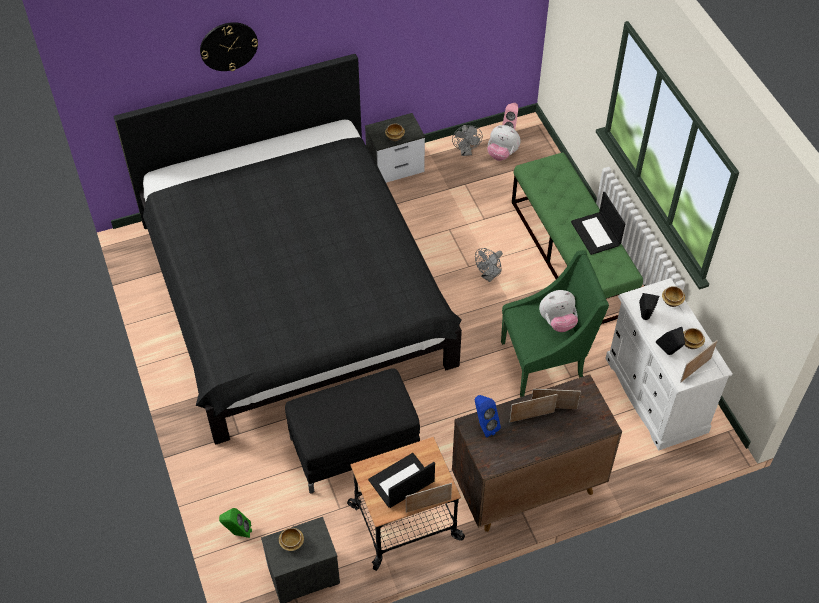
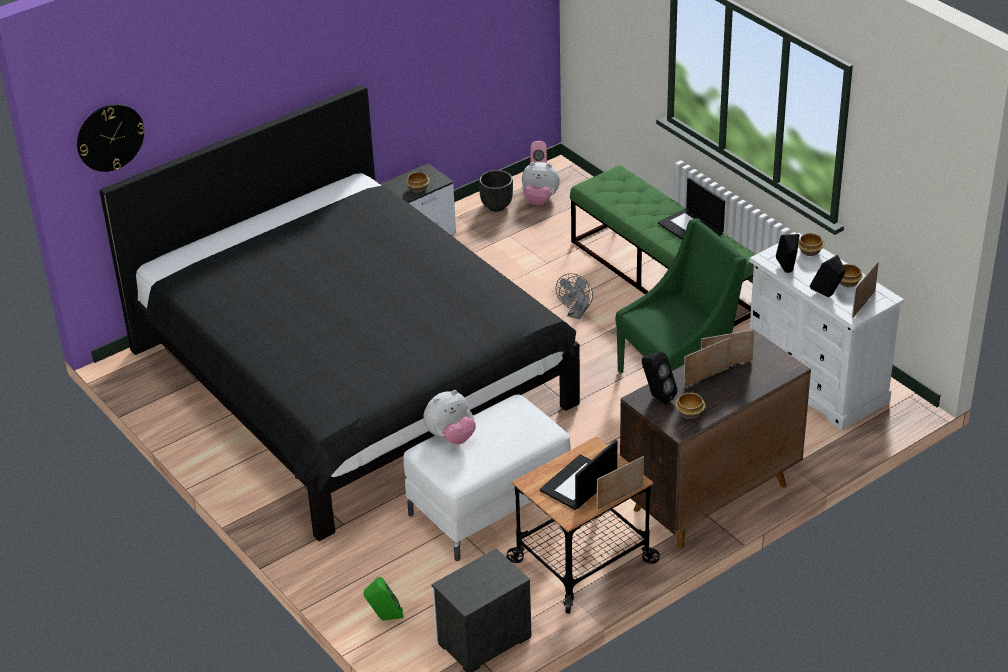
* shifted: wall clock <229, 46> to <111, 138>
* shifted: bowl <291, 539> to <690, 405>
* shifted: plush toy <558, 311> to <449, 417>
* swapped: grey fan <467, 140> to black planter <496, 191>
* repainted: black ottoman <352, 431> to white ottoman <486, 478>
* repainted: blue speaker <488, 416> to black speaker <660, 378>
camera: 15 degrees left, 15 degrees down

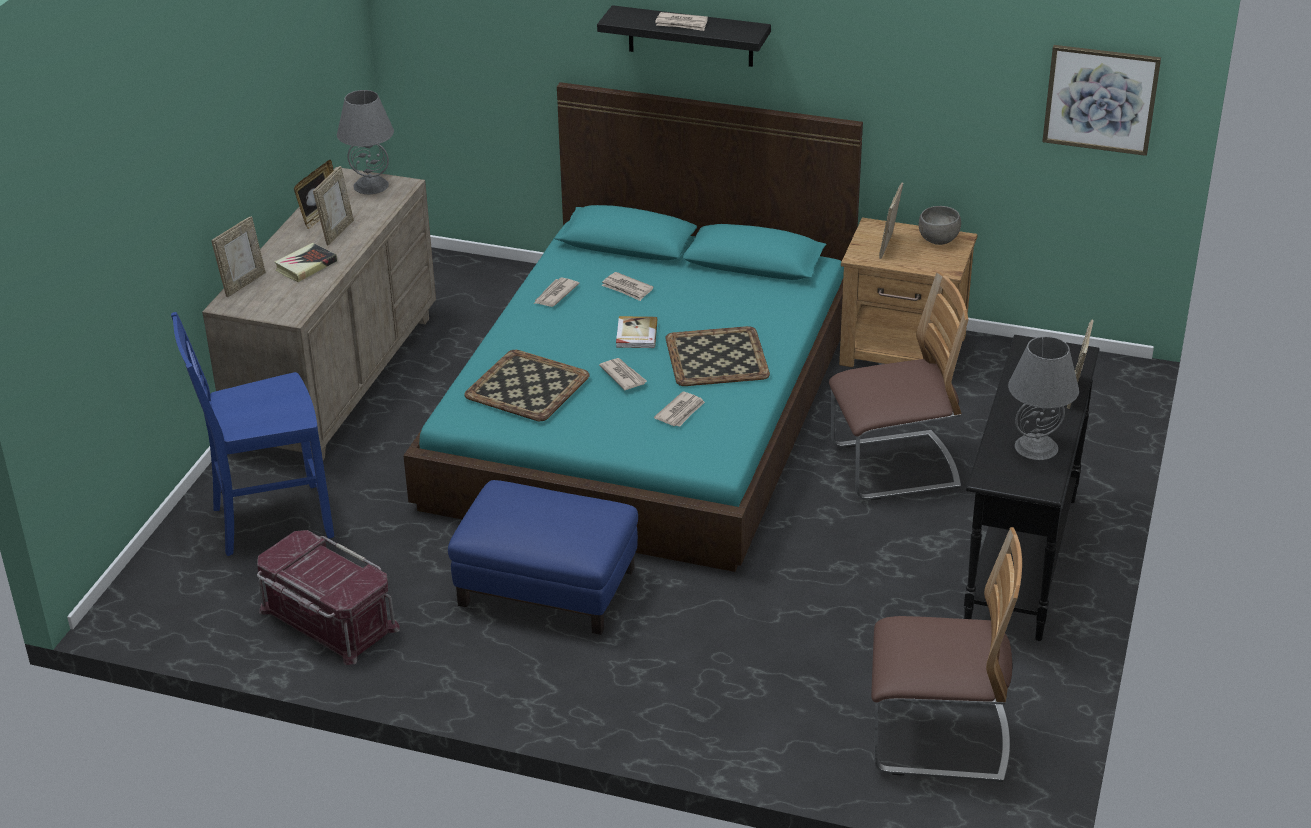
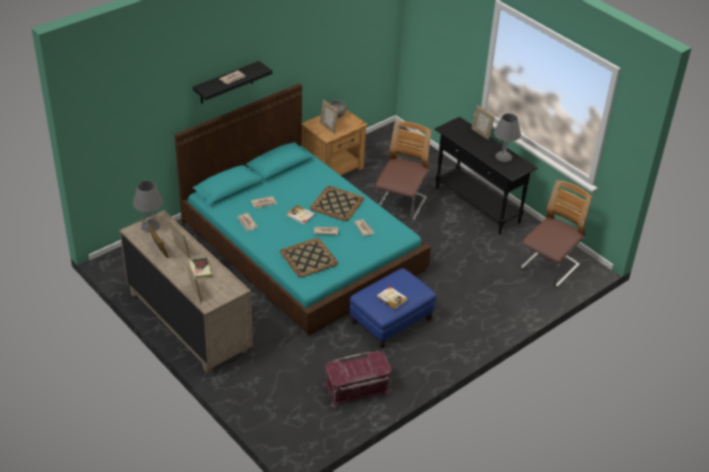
* gone: blue chair <252, 434>
* gone: picture <1101, 100>
* new: book <392, 298>
camera: 60 degrees left, 5 degrees up

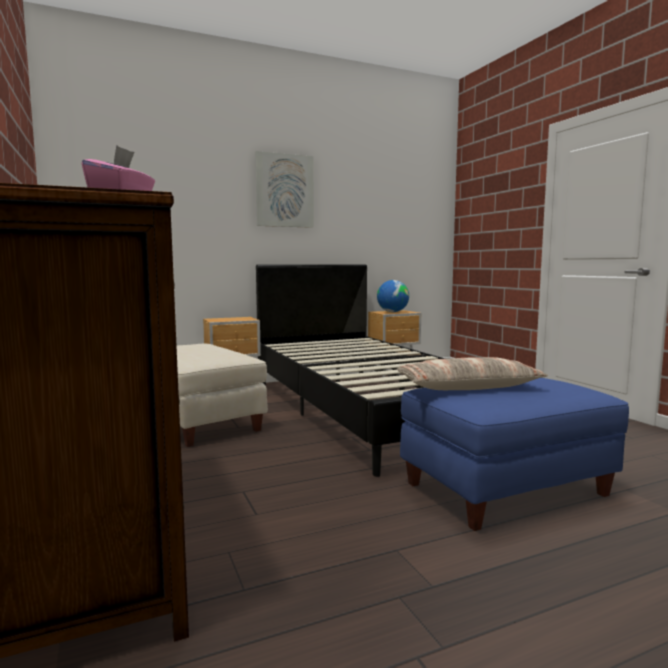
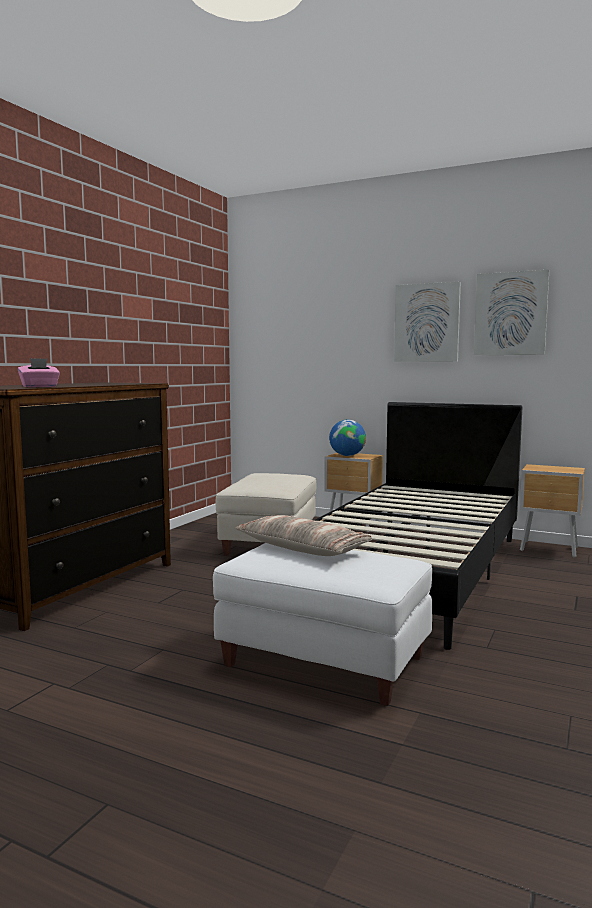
* new: picture <511, 312>
* shifted: globe <393, 296> to <347, 438>
* repainted: blue ottoman <514, 454> to white ottoman <322, 624>
camera: 50 degrees right, 0 degrees up

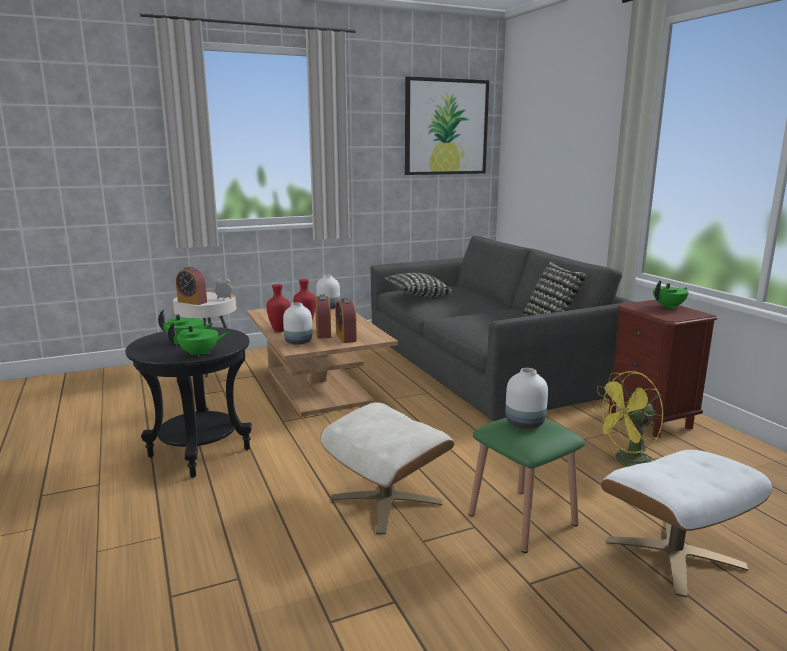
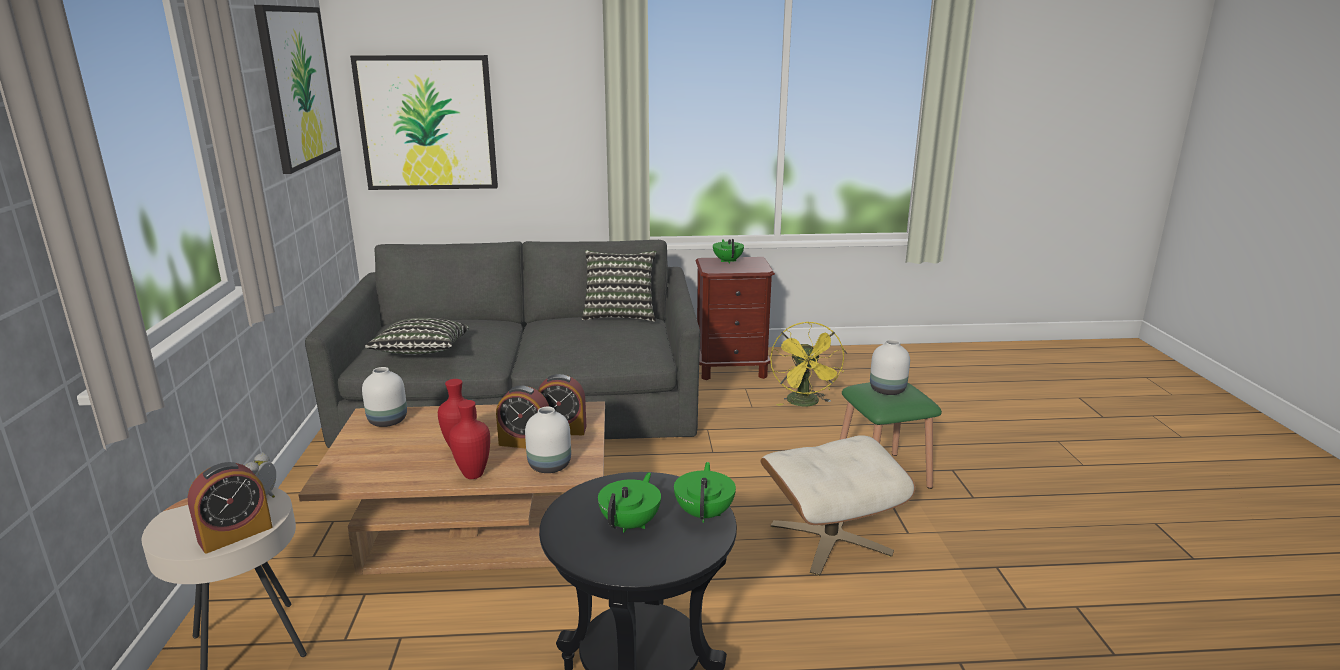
* gone: white ottoman <686, 524>
* new: picture <424, 122>
camera: 70 degrees left, 5 degrees up

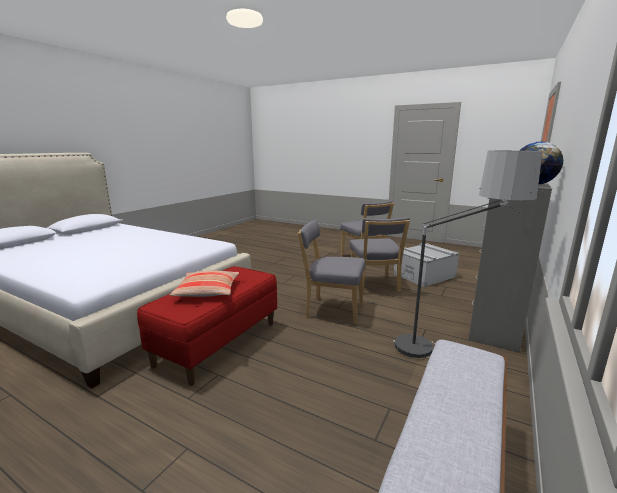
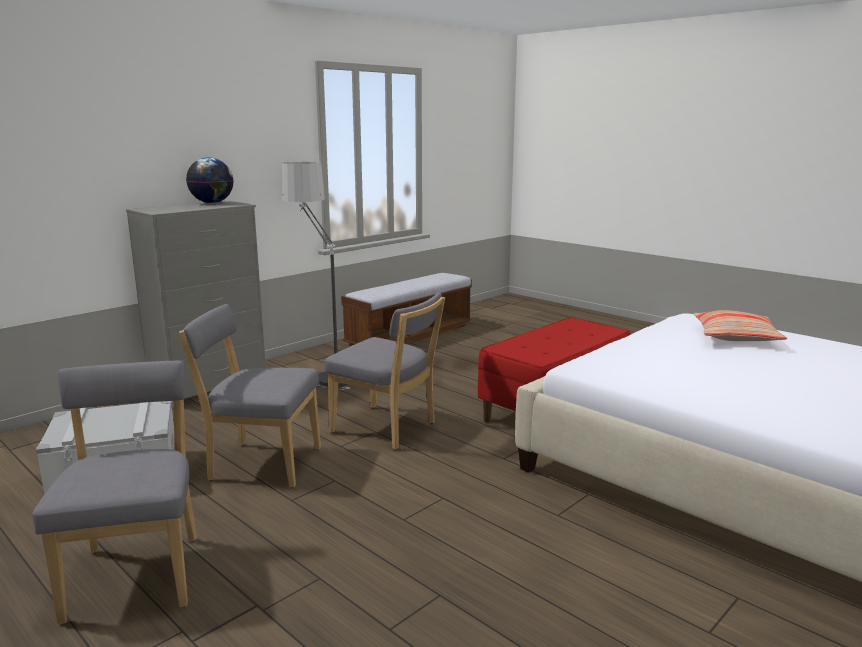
* shifted: pillow <204, 284> to <740, 325>
* rotated: grey chair <380, 255> = <250, 396> 90 degrees counterclockwise
camera: 165 degrees left, 0 degrees up

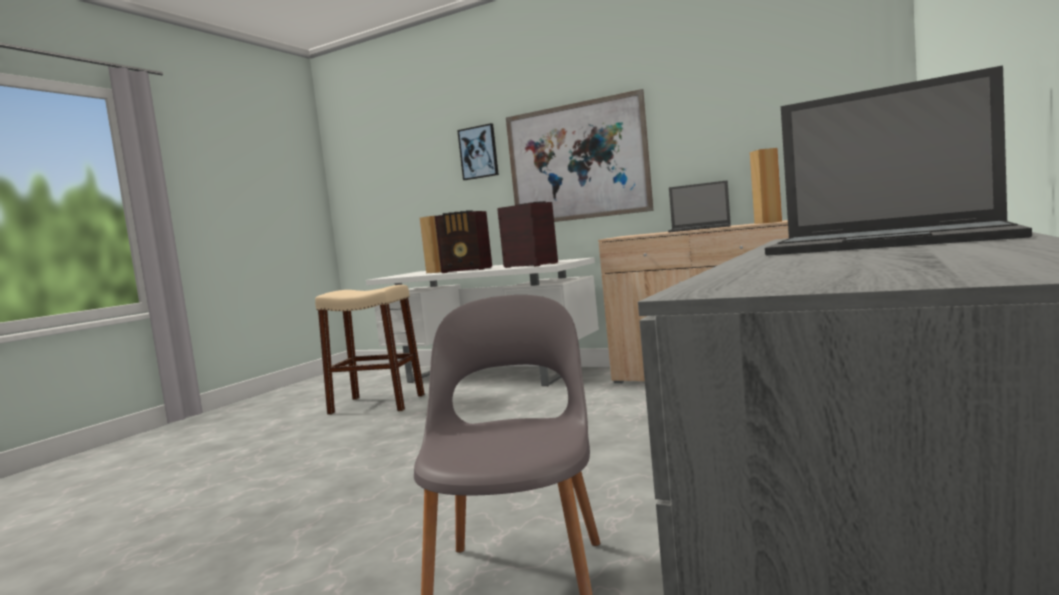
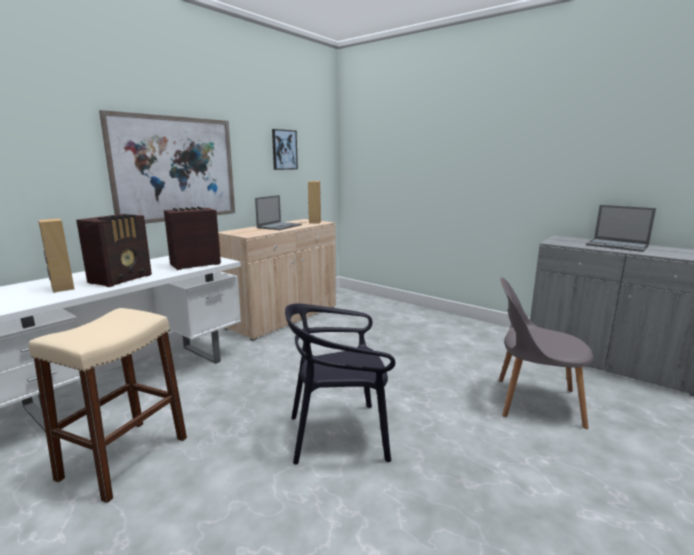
* new: black chair <340, 384>
* shifted: picture <478, 151> to <285, 149>
* rotated: laptop <898, 160> = <621, 228> 90 degrees clockwise
camera: 80 degrees left, 10 degrees up

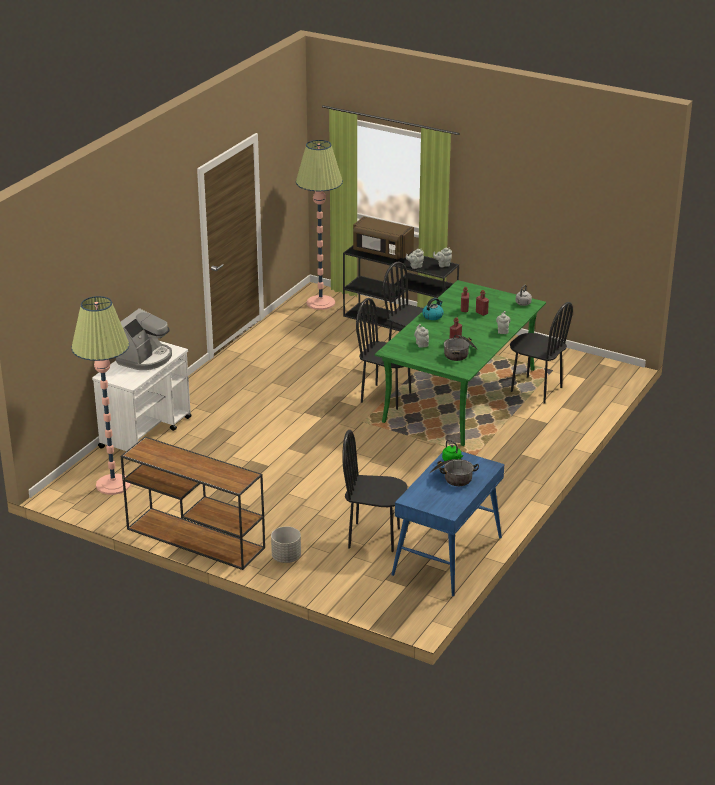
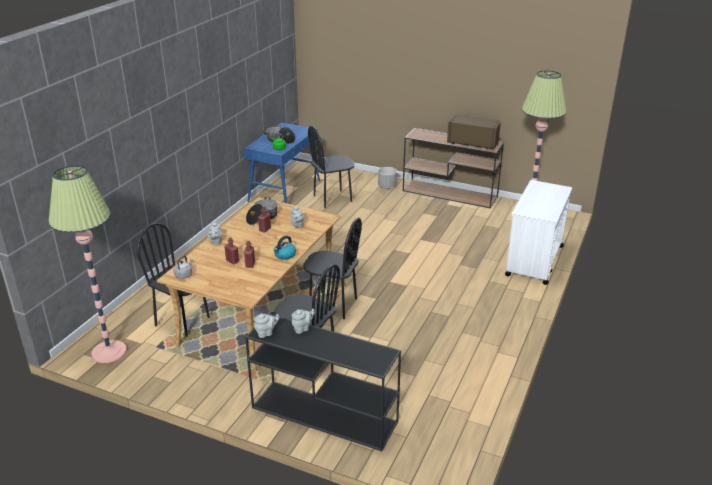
* gone: coffee machine <144, 339>
* shifted: floor lamp <319, 225> to <87, 264>
* shifted: brown microwave <383, 238> to <474, 132>
* repainted: green dining table <460, 363> to beige dining table <249, 284>
* rotated: black chair <375, 491> = <331, 167> 150 degrees clockwise
camera: 175 degrees right, 0 degrees up

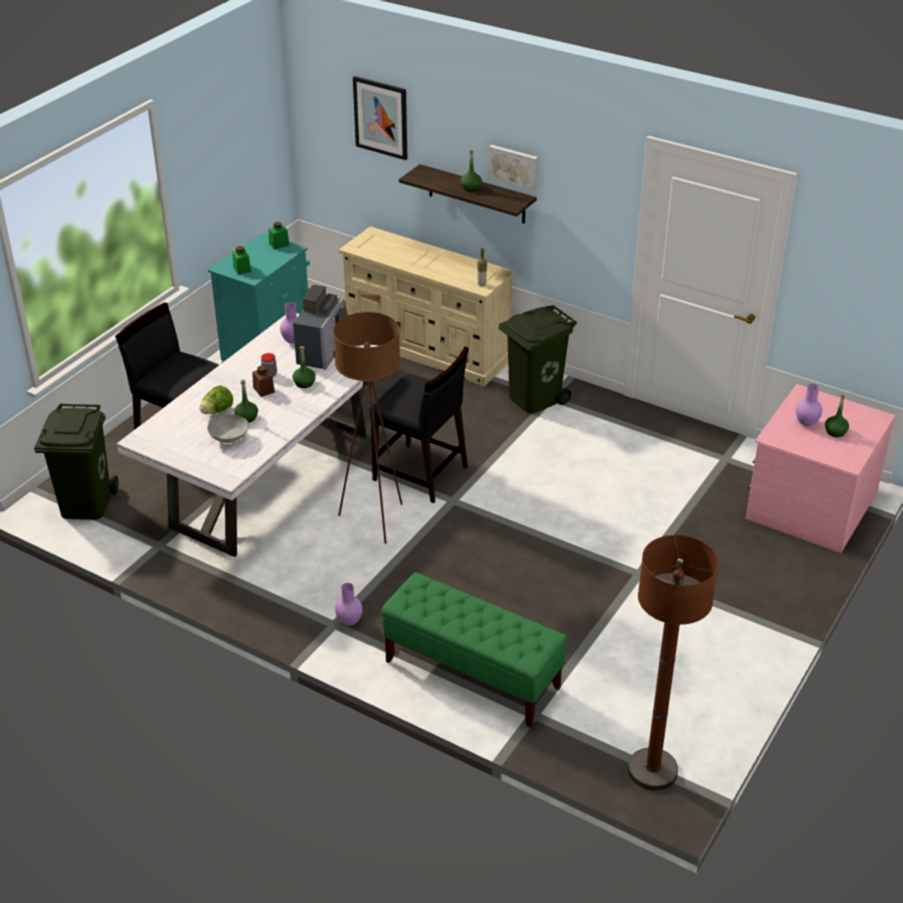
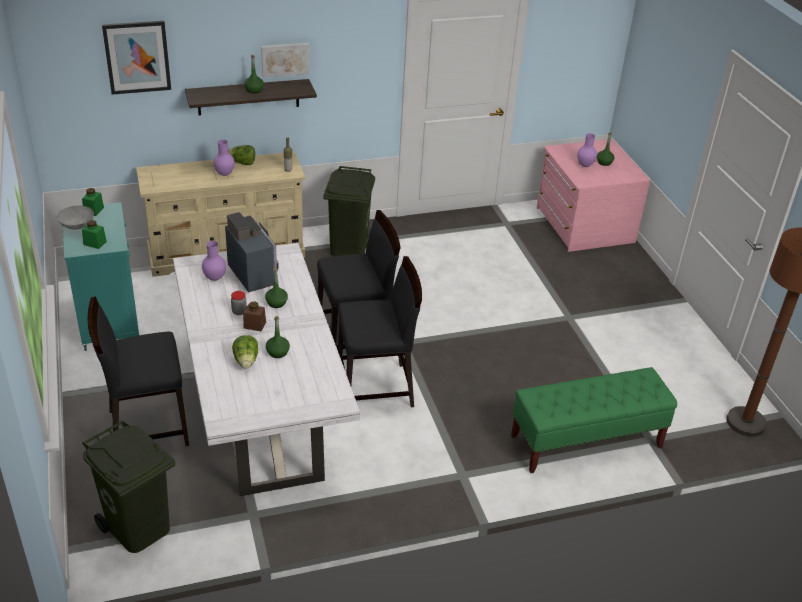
* new: lettuce <241, 155>
* shifted: grey bowl <228, 428> to <75, 218>
* shifted: purple vase <348, 604> to <224, 158>
* swapped: brown floor lamp <368, 428> to black chair <380, 331>
camera: 50 degrees left, 0 degrees up

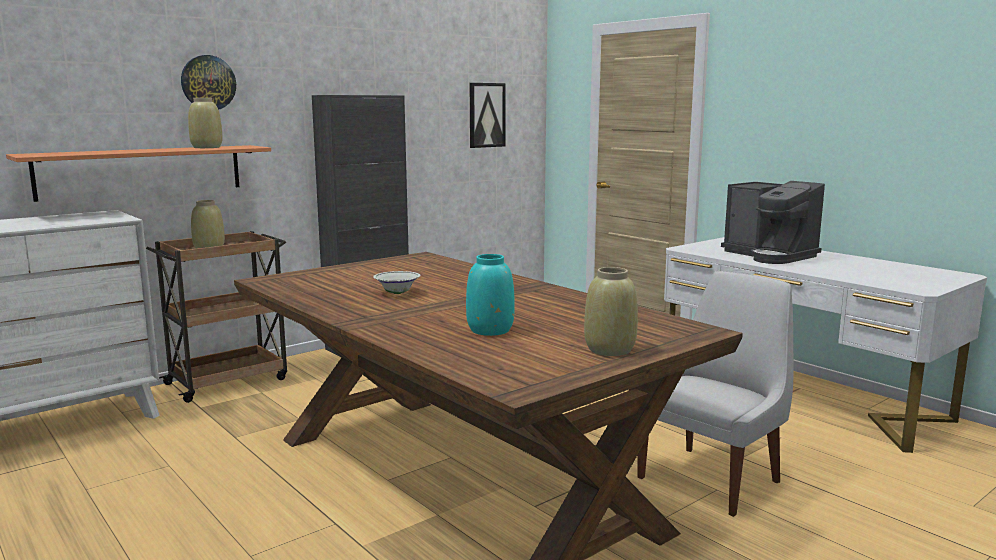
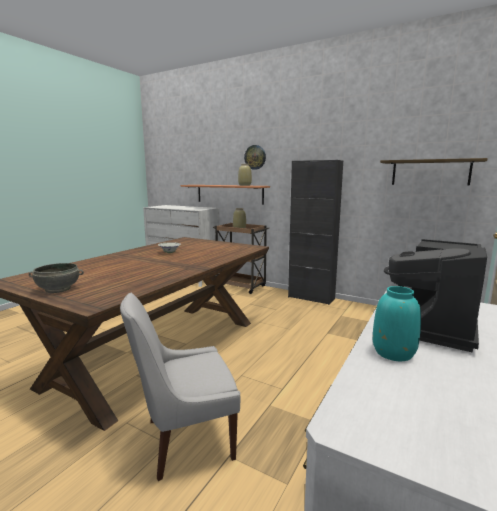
* shifted: turquoise vase <490, 295> to <397, 323>
* swapped: picture <488, 115> to shelf <434, 172>
* swapped: beige vase <611, 311> to grey bowl <56, 278>
* rotated: white chair <716, 394> = <180, 387> 135 degrees clockwise
camera: 70 degrees right, 0 degrees up

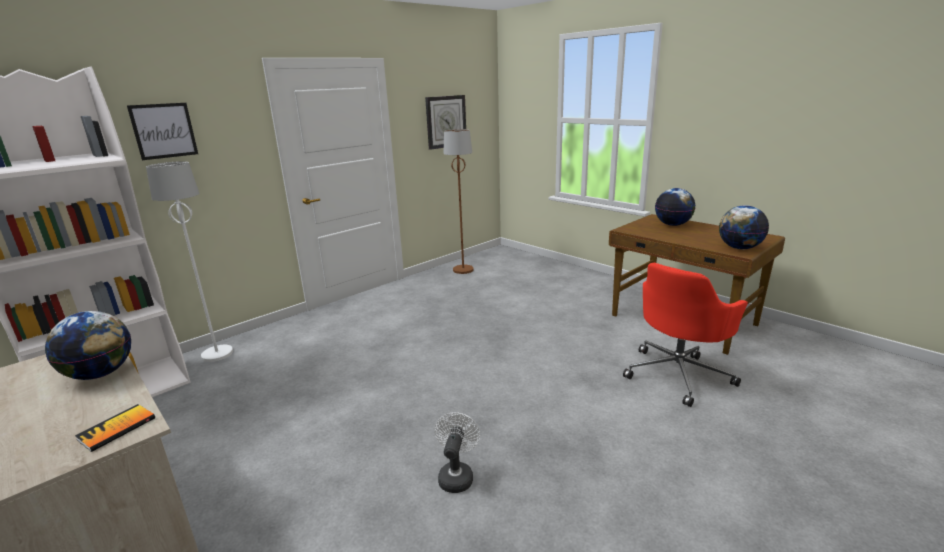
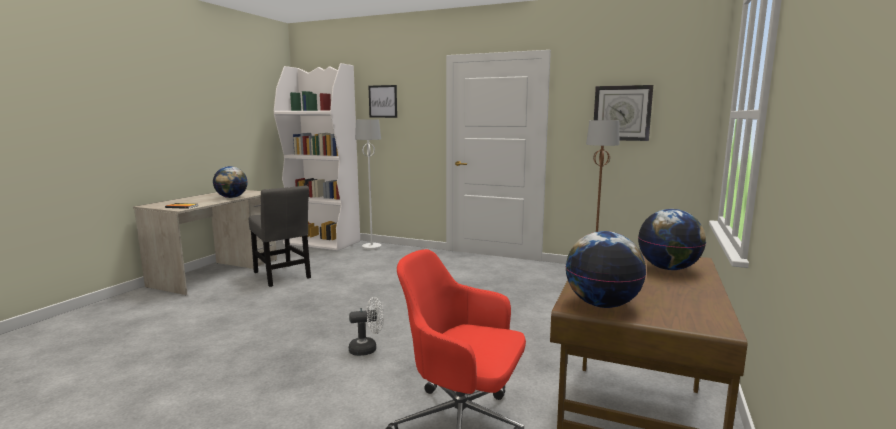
* new: grey chair <280, 236>
* shifted: white fan <457, 452> to <366, 326>
camera: 65 degrees right, 10 degrees down

